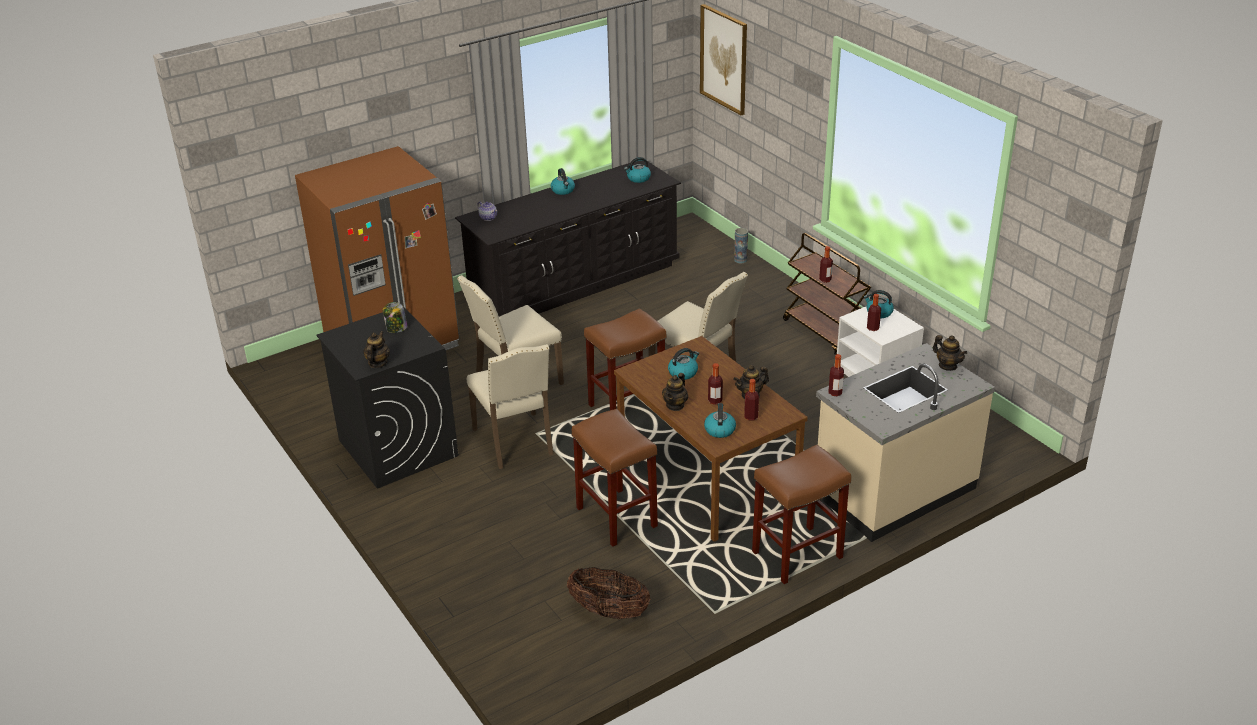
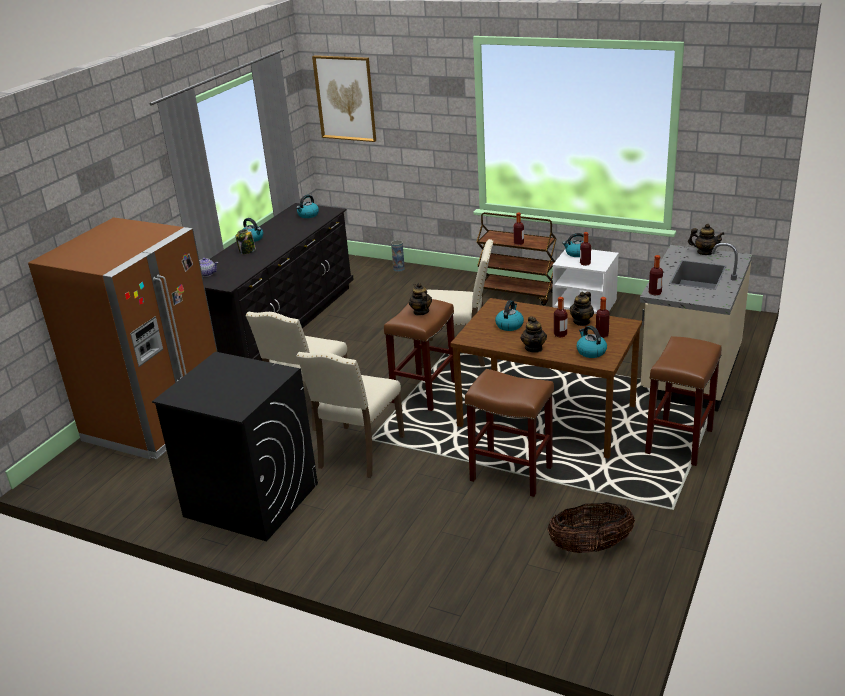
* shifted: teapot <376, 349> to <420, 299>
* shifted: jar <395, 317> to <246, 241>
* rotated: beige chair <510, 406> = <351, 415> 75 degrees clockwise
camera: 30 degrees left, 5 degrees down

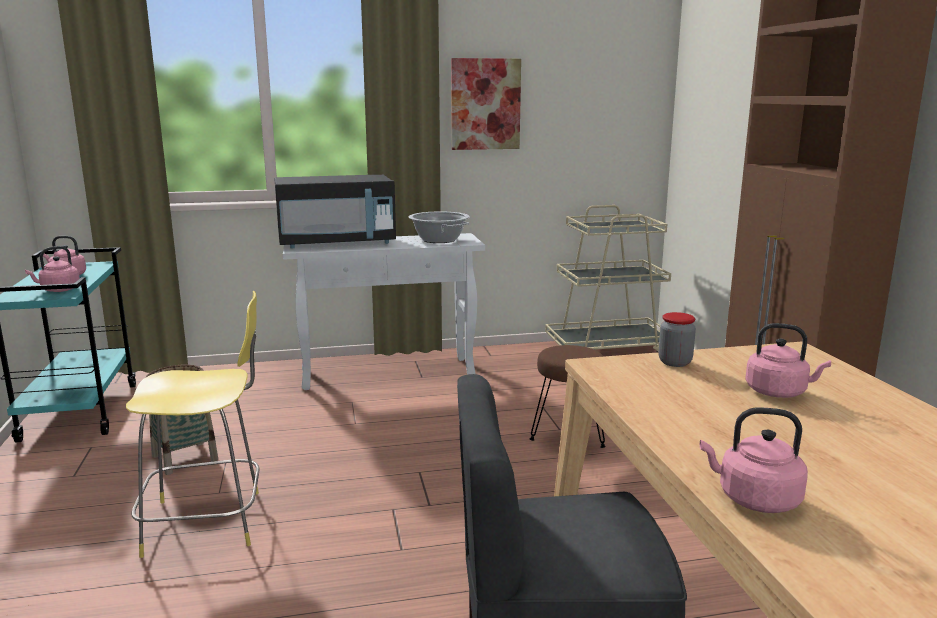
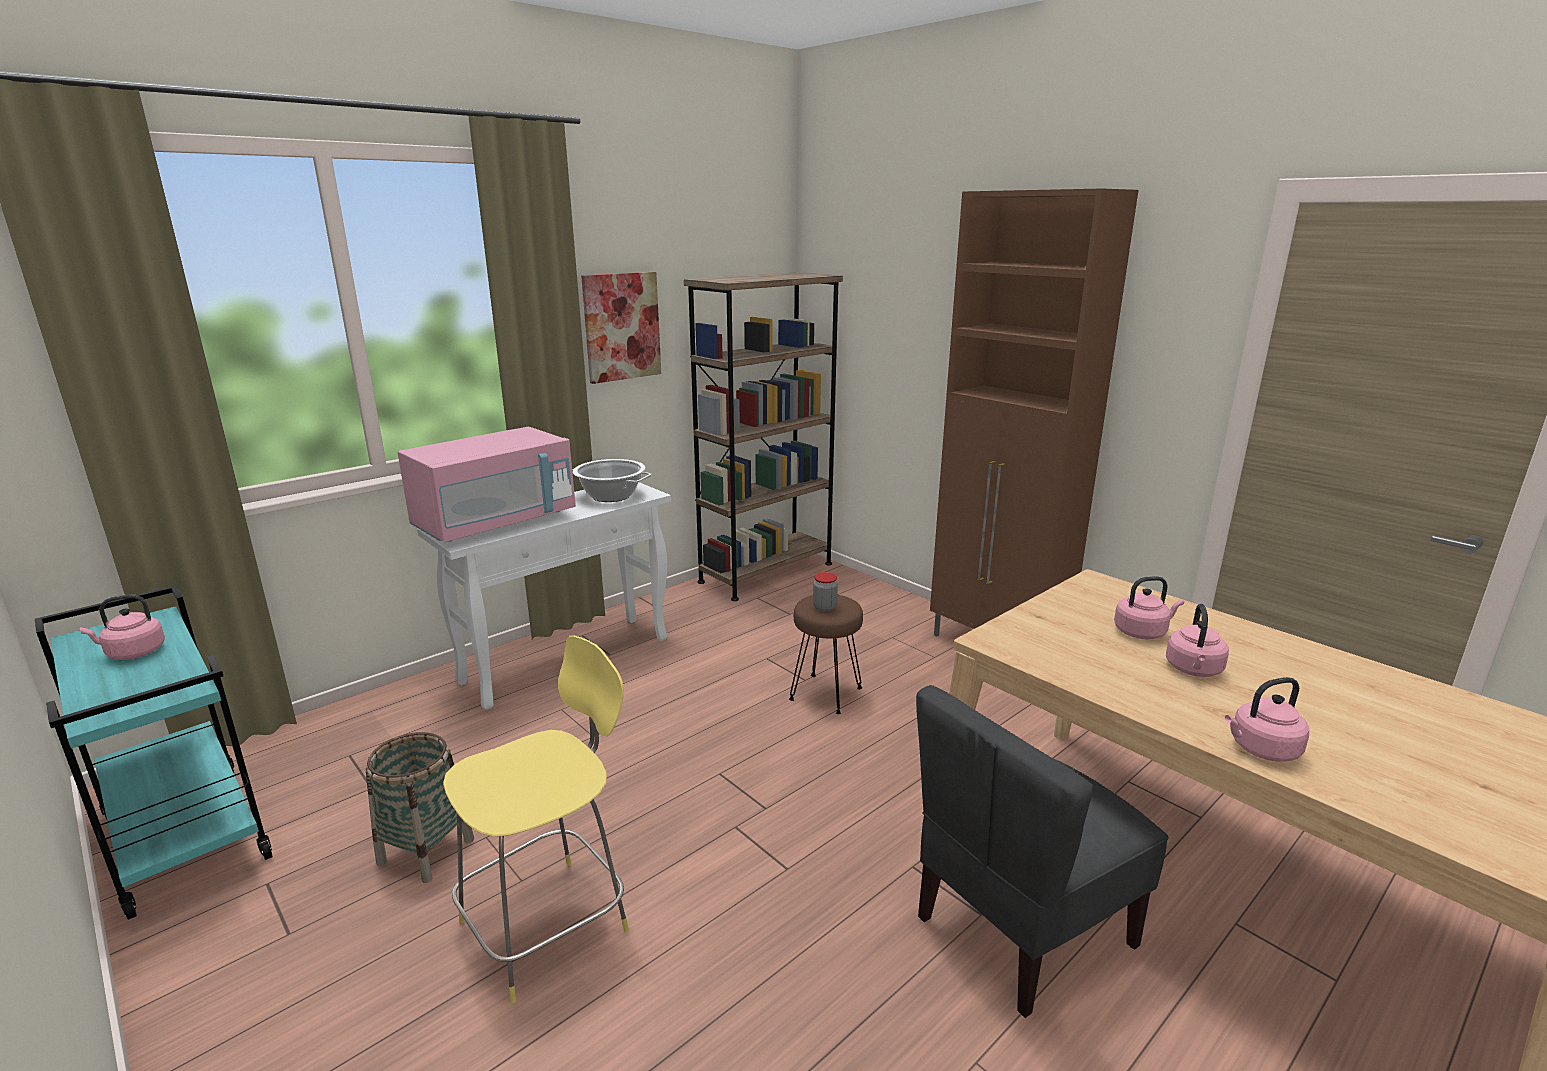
* shifted: pink kettle <52, 269> to <1197, 640>
* shifted: jar <677, 339> to <825, 592>
* swapped: beige cart <608, 279> to brown bookcase <763, 436>
* repainted: black microwave <335, 212> to pink microwave <487, 484>
camera: 30 degrees left, 5 degrees up

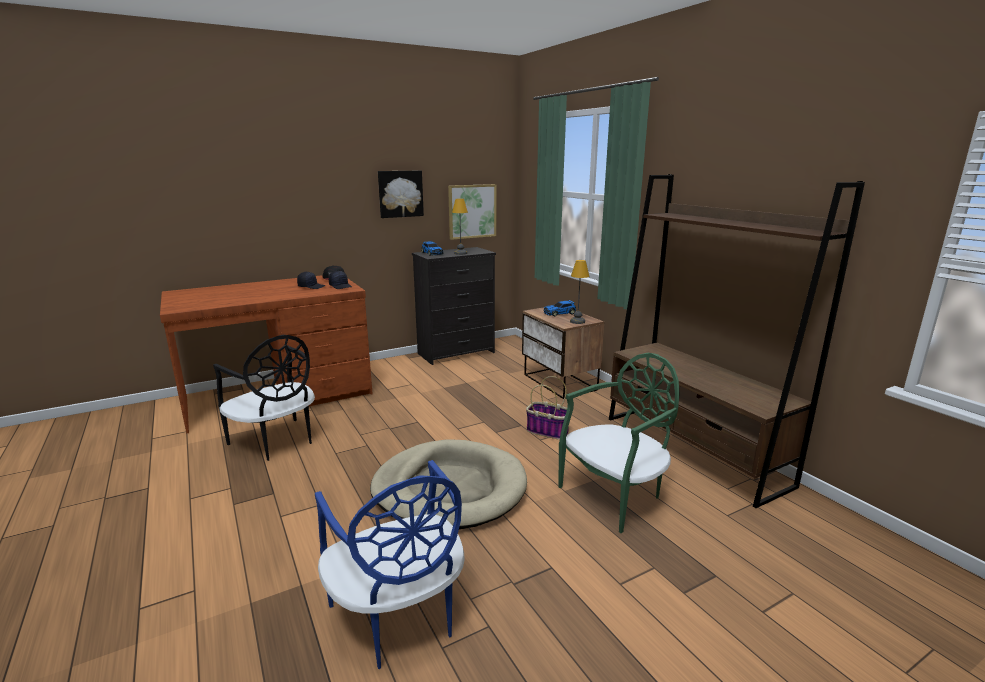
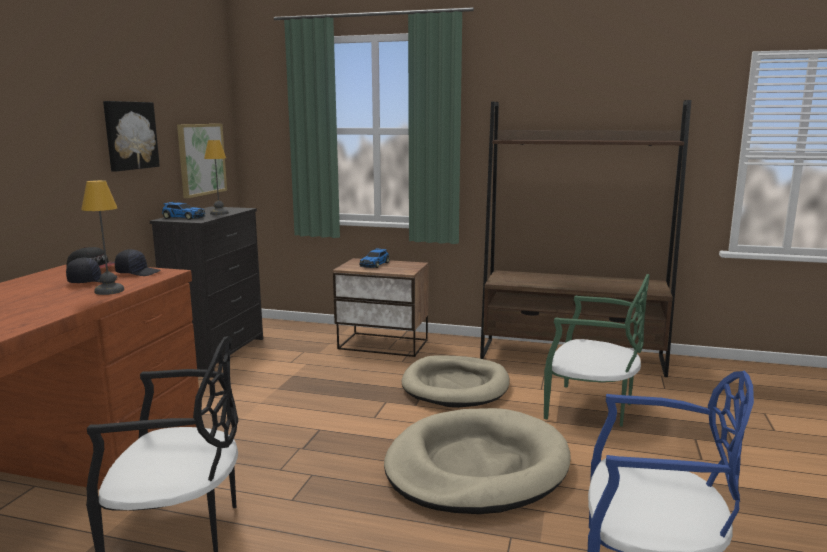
* shifted: table lamp <579, 292> to <102, 237>
* swapped: basket <547, 408> to beige dog bed <456, 381>
* rotated: green chair <619, 443> = <597, 350> 105 degrees clockwise
camera: 45 degrees left, 5 degrees down

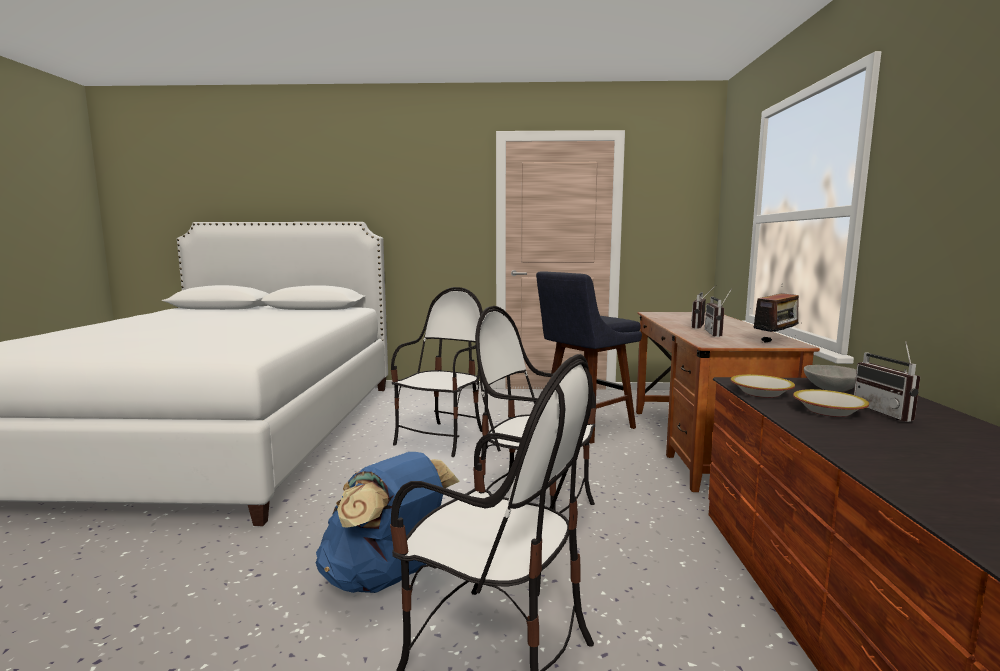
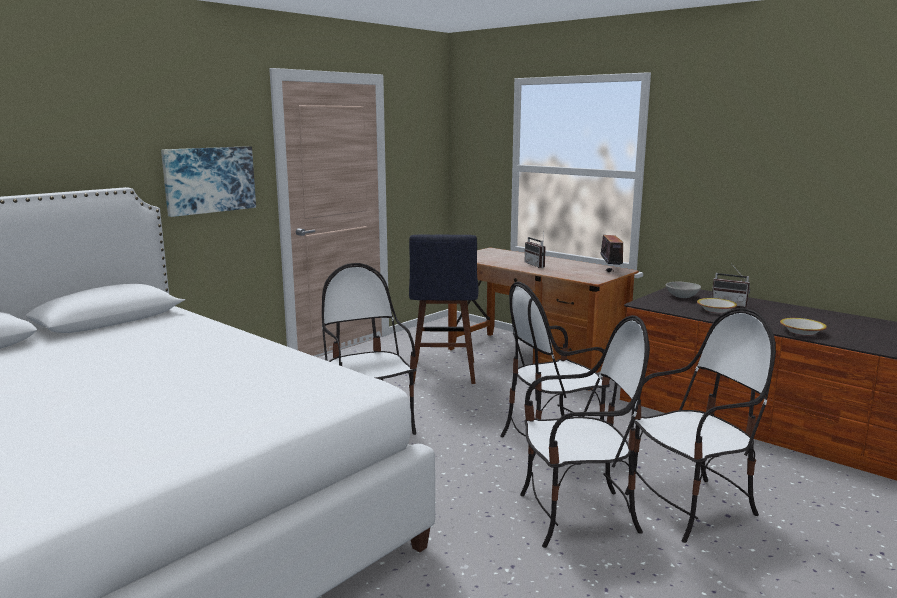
* gone: radio <718, 312>
* new: picture <208, 181>
* shifted: bowl <763, 386> to <803, 327>
* swapped: blue backpack <388, 522> to chair <585, 431>
camera: 50 degrees left, 5 degrees up

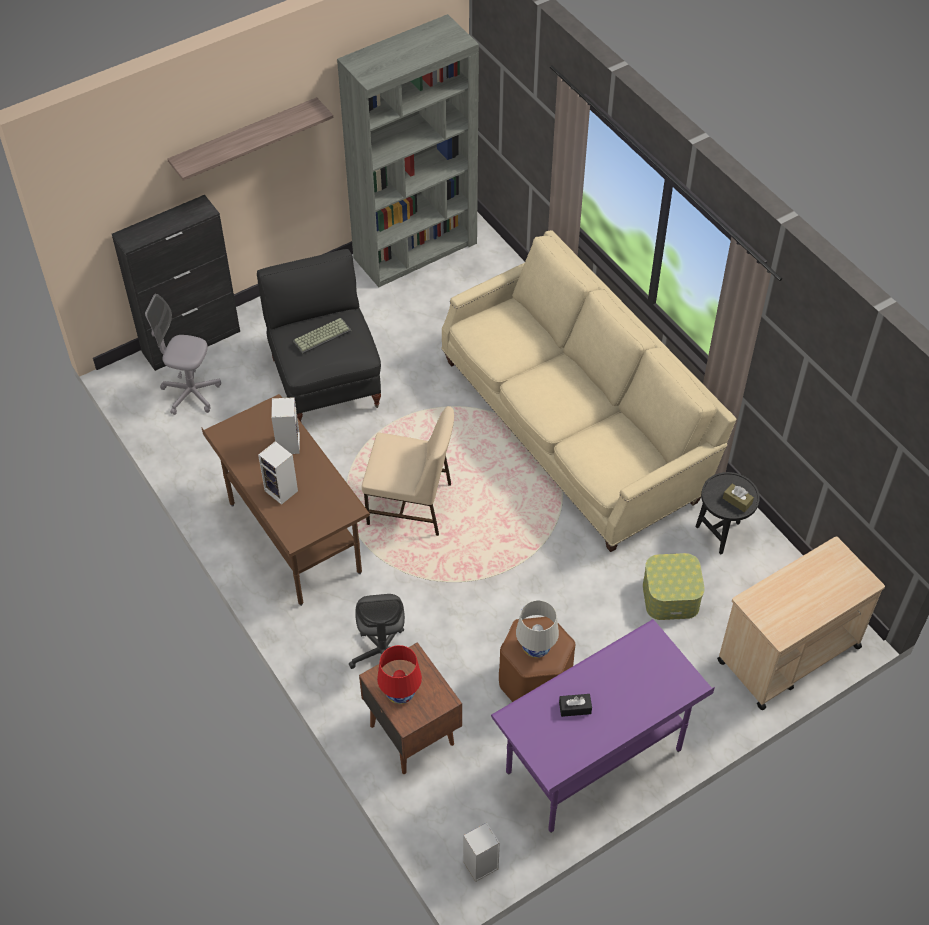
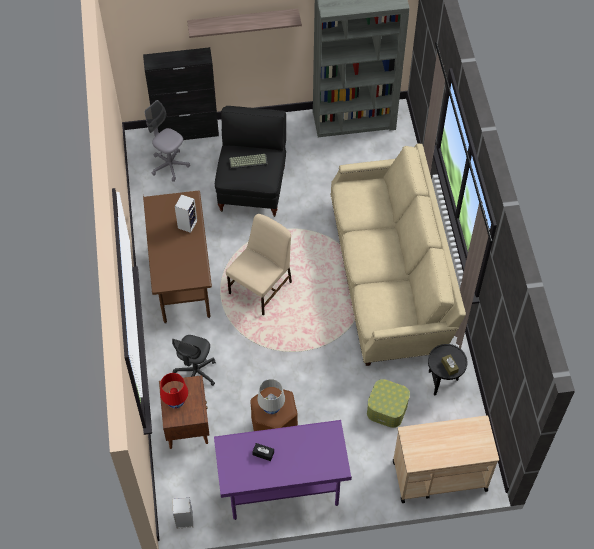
* gone: speaker <278, 473>
* rotated: beige chair <408, 471> = <259, 264> 90 degrees counterclockwise
camera: 25 degrees right, 5 degrees up

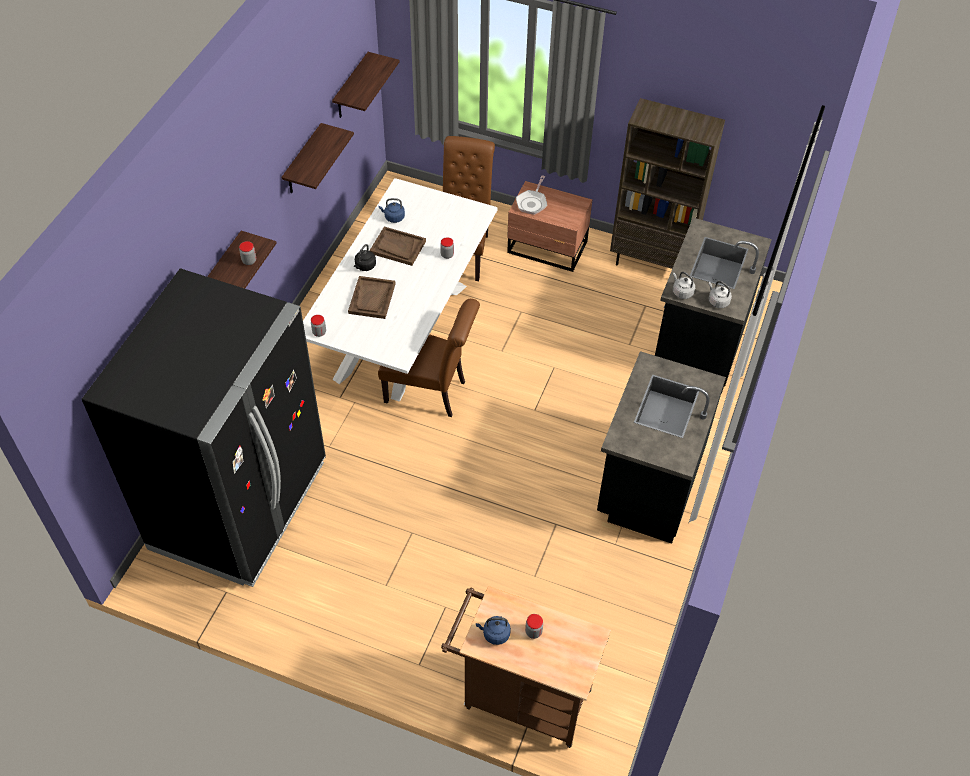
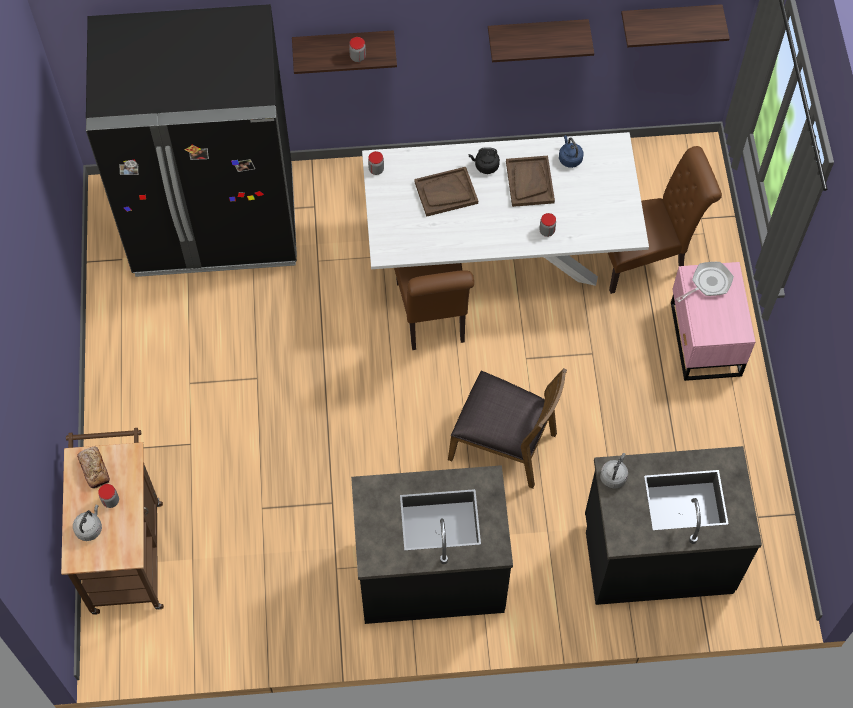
* gone: brown bookcase <667, 183>
* new: brown chair <507, 428>
* shifted: grey kettle <720, 294> to <87, 523>
* swapped: blue kettle <493, 630> to bread <93, 468>
* repainted: brown nightstand <550, 226> to pink nightstand <713, 321>
* rotated: frying pan <531, 195> = <705, 282> 150 degrees clockwise
camera: 65 degrees right, 10 degrees up

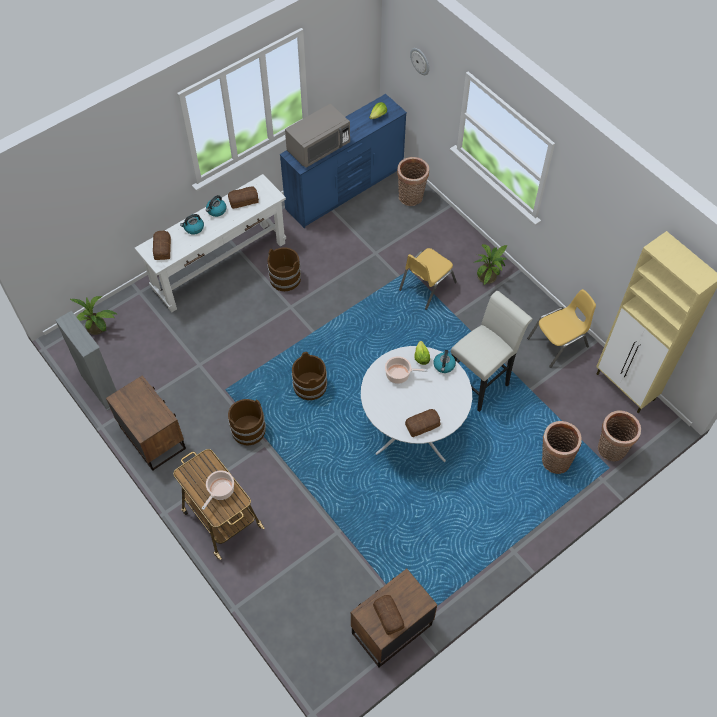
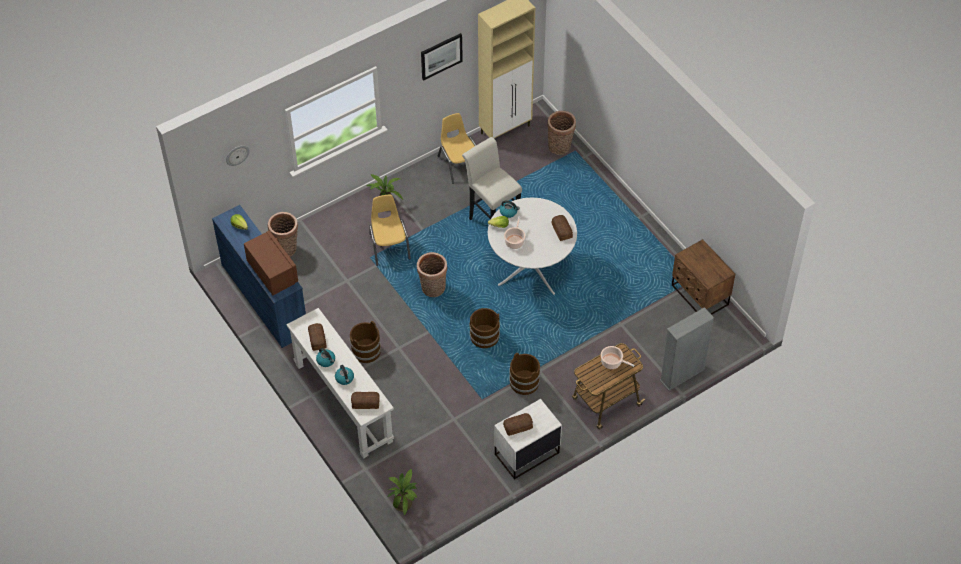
* new: picture <442, 57>
* shifted: grey bookcase <86, 361> to <687, 349>
* shifted: bread <388, 615> to <518, 424>
* shifted: basket <562, 447> to <432, 274>
* repainted: brown nightstand <146, 423> to white nightstand <528, 439>
* repainted: grey microwave <317, 136> to brown microwave <271, 262>
* rotated: yellow chair <428, 279> = <390, 230> 150 degrees counterclockwise
camera: 85 degrees left, 5 degrees down

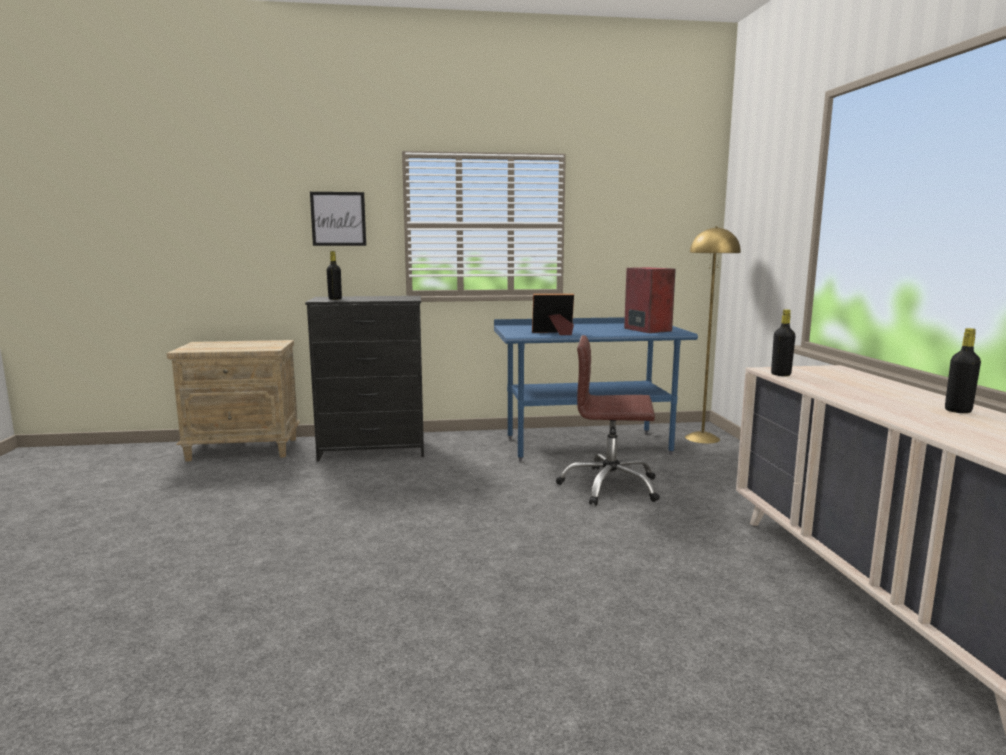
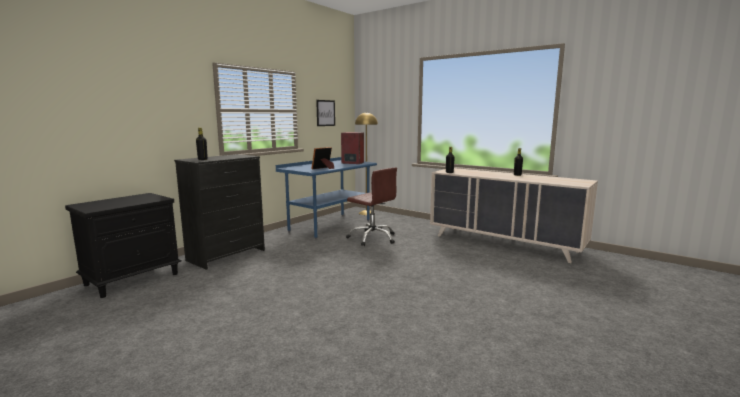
* shifted: picture <338, 219> to <325, 113>
* repainted: beige nightstand <233, 401> to black nightstand <123, 245>
* rotated: brown office chair <608, 420> = <371, 206> 105 degrees counterclockwise
camera: 45 degrees left, 0 degrees up

